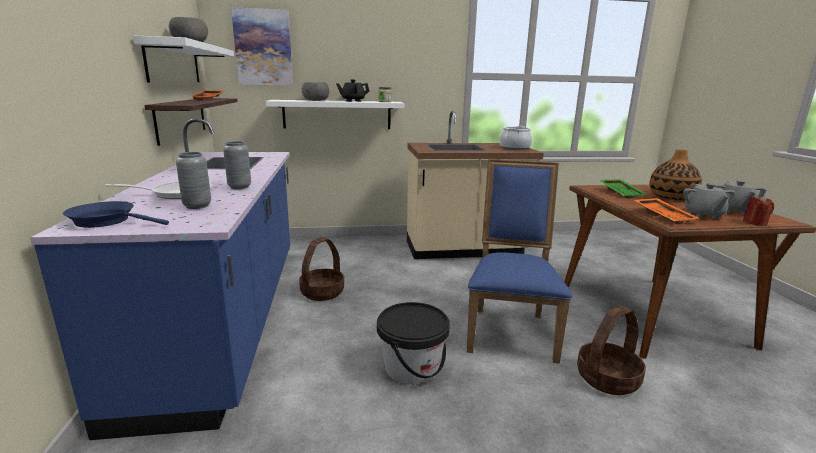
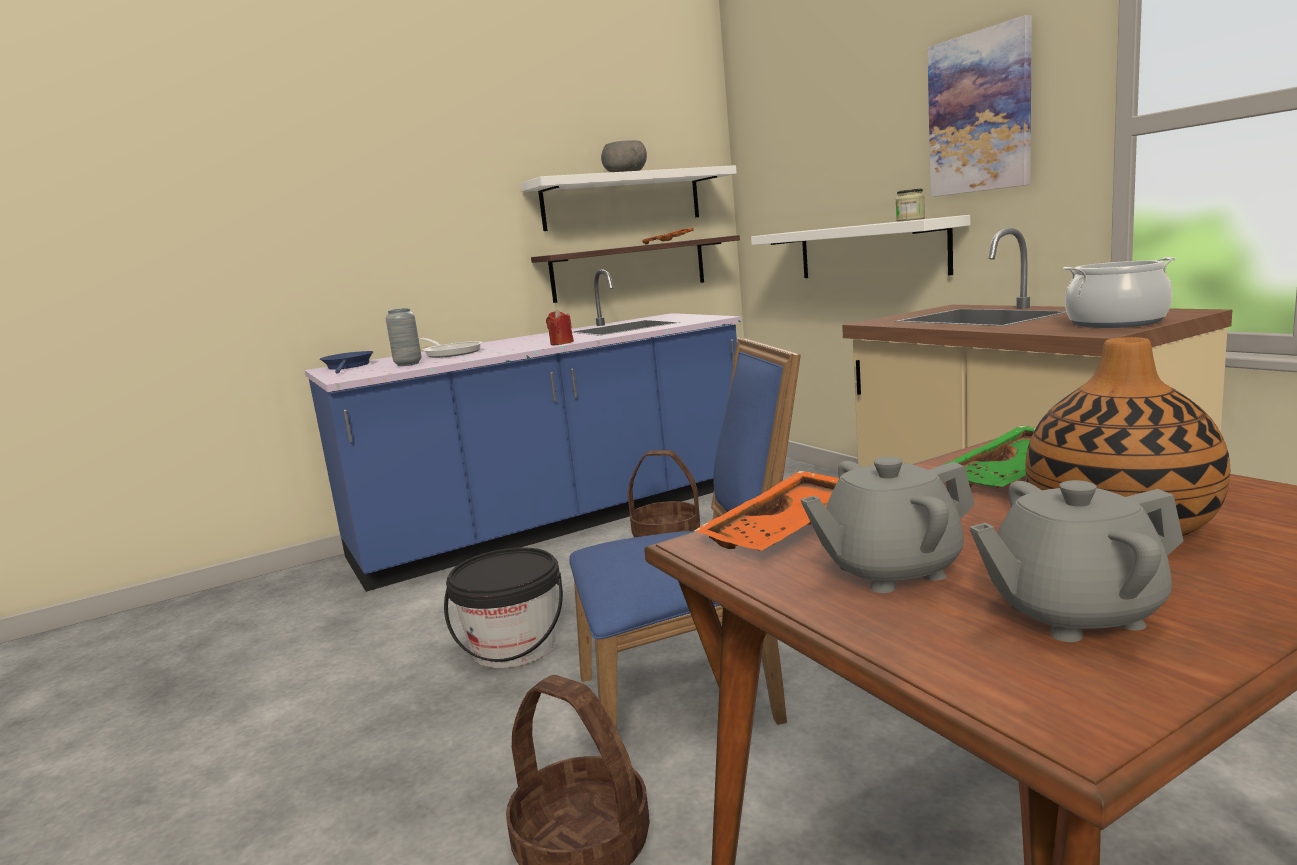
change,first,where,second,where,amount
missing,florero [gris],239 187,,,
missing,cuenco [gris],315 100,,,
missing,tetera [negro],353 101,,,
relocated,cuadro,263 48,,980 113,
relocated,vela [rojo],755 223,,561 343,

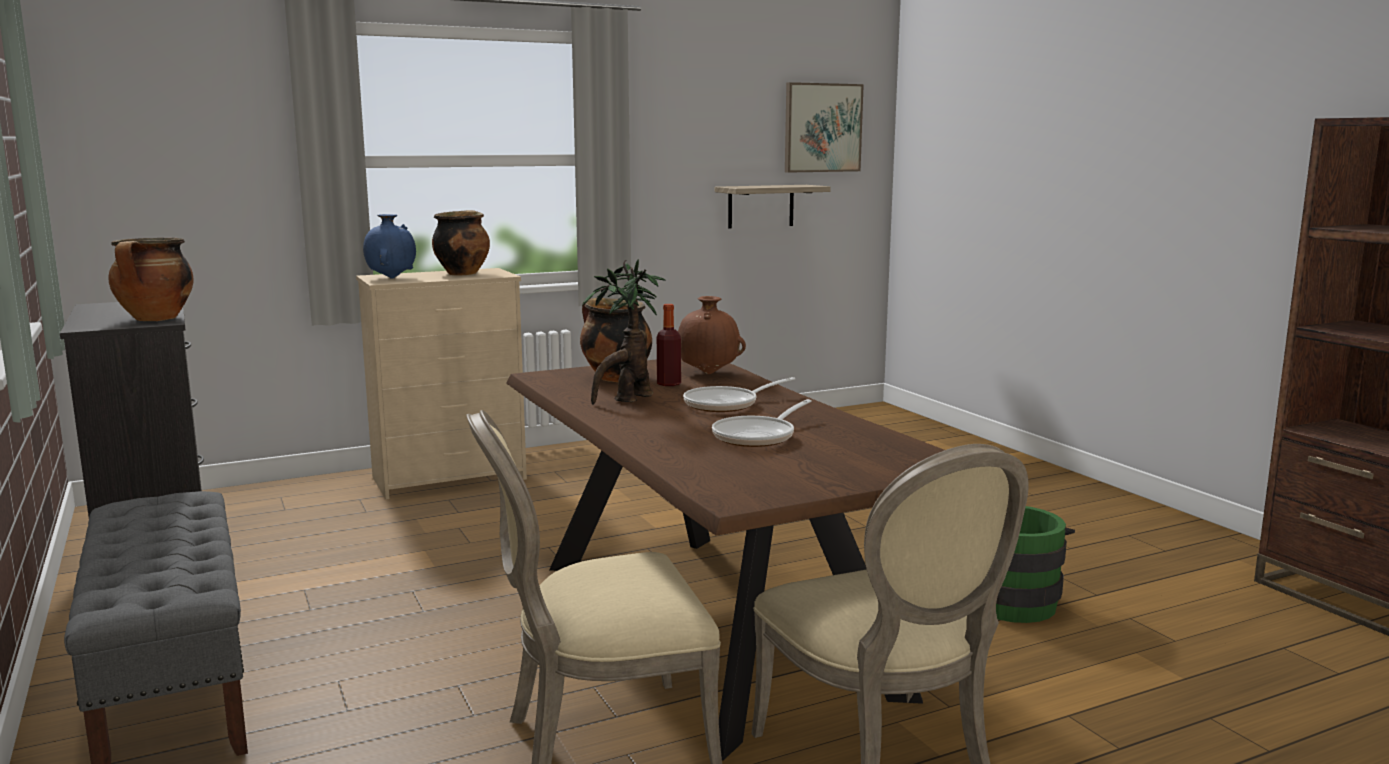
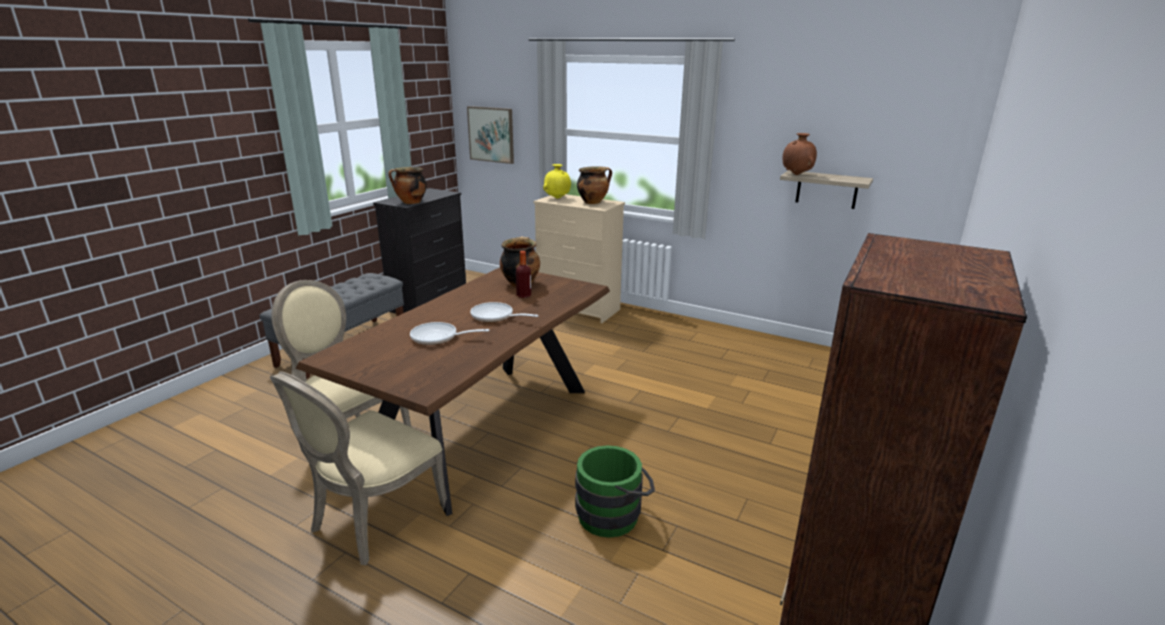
change,first,where,second,where,amount
missing,planta en maceta,627 400,,,
relocated,florero [marrón],709 373,,797 175,
relocated,cuadro,822 128,,491 134,
colour,florero [azul],391 278,florero [amarillo],557 198,

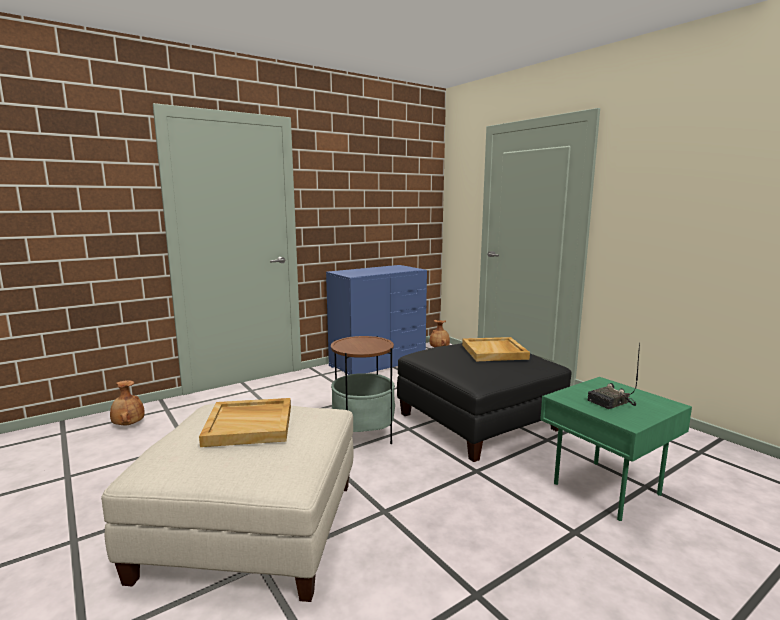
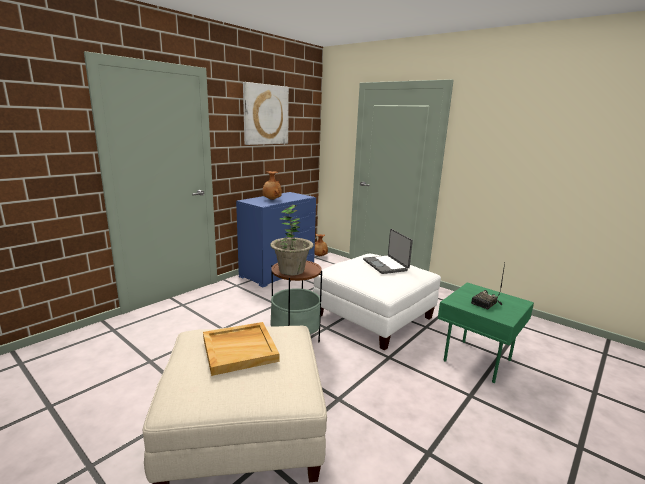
change,first,where,second,where,amount
appeared,,,cuadro,265 114,
appeared,,,planta en maceta,291 270,
relocated,florero [marrón],128 425,,271 199,
exchanged,bandeja [beis],495 352,portátil,386 265,
colour,puf [negro],478 421,puf [blanco],373 316,

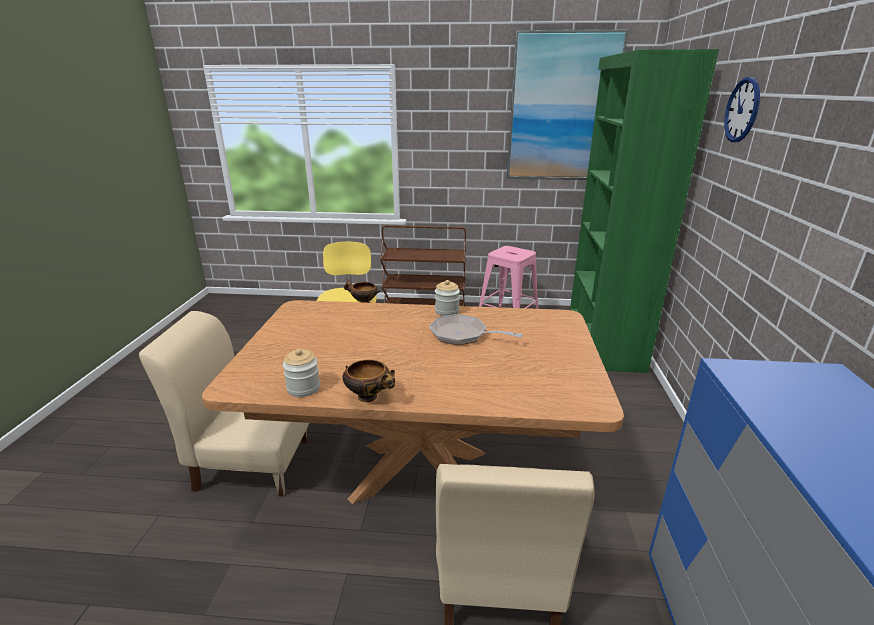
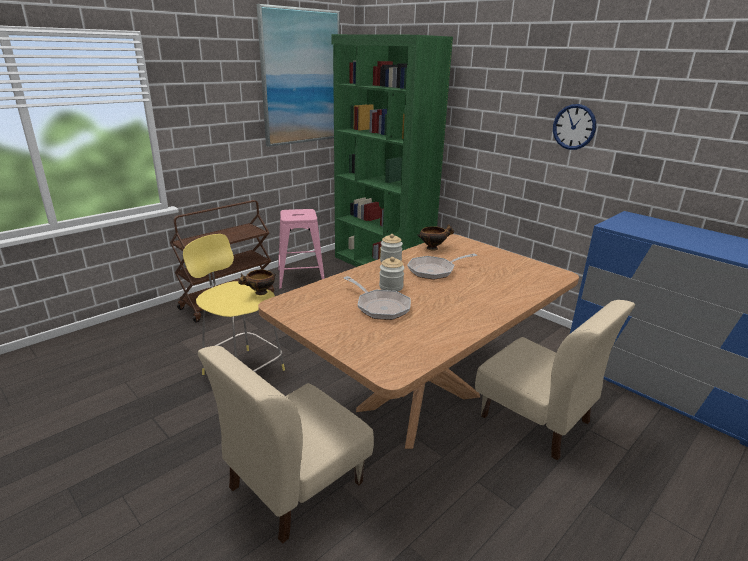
change,first,where,second,where,amount
appeared,,,sartén,380 306,
relocated,tarro,303 388,,391 287,
relocated,cuenco,369 397,,433 248,
relocated,reloj de pared,742 110,,574 127,

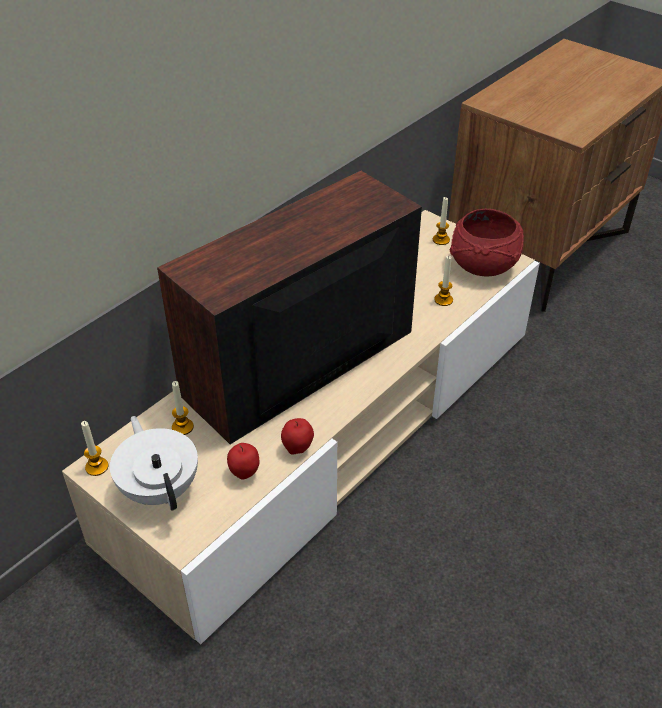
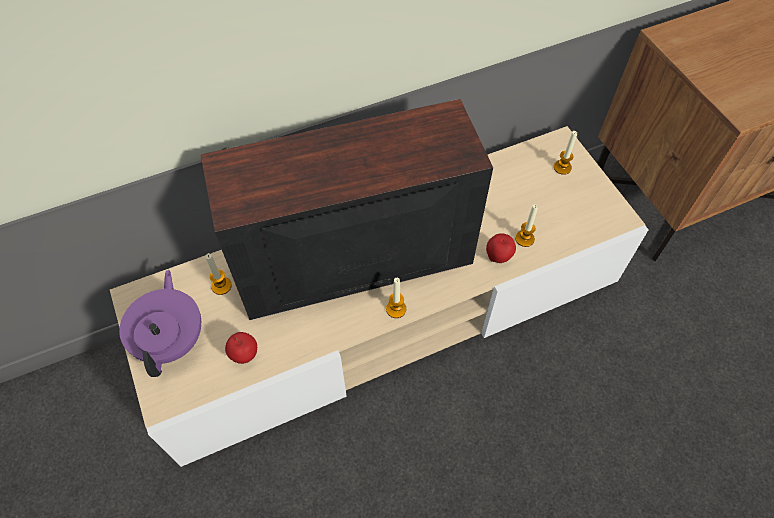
change,first,where,second,where,amount
missing,cuenco [rojo],484 266,,,
relocated,vela,97 467,,396 309,
relocated,manzana,298 449,,498 258,
colour,tetera [blanco],160 488,tetera [morado],172 339,

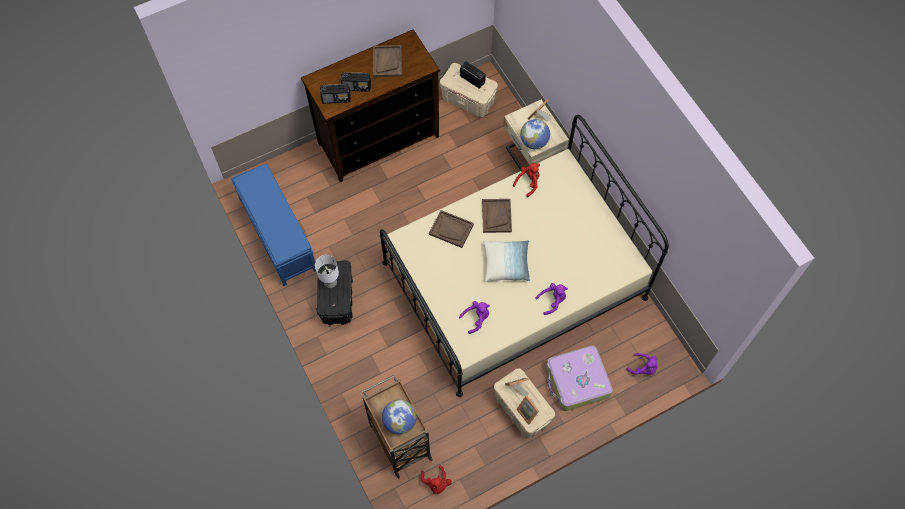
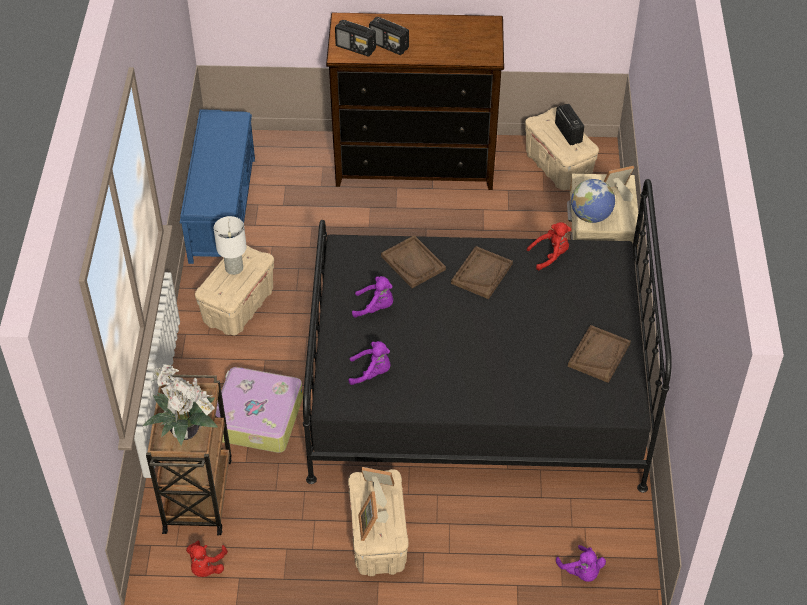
change,first,where,second,where,amount
missing,cojín,506 264,,,
relocated,bandeja [marrón],387 62,,598 355,
relocated,peluche [morado],552 301,,375 307,
relocated,maleta,577 382,,256 418,
exchanged,globo terráqueo,400 421,planta en maceta,184 430,
colour,caja de almacenaje [negro],337 300,caja de almacenaje [beis],238 306,
colour,cama [beis],514 280,cama [negro],476 385,

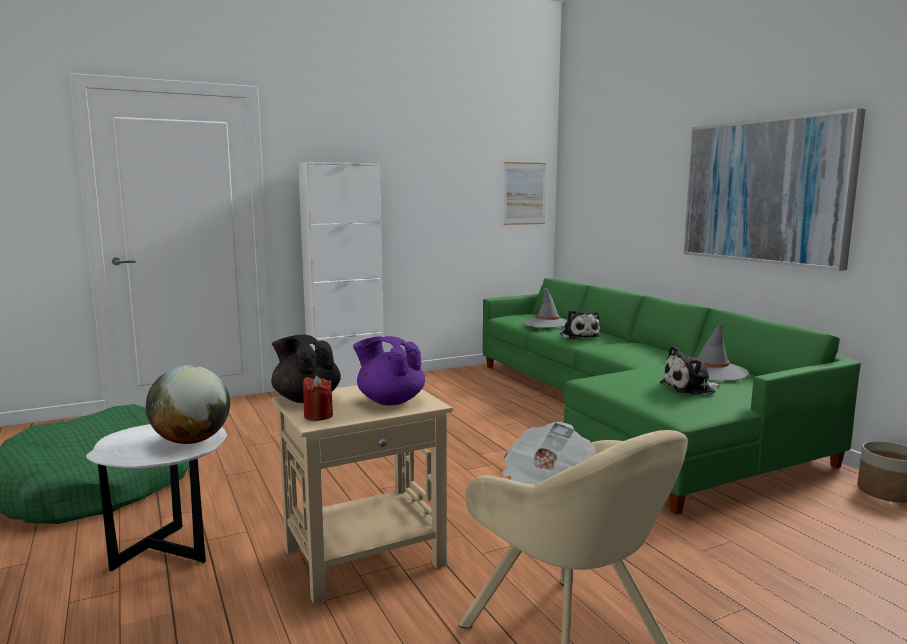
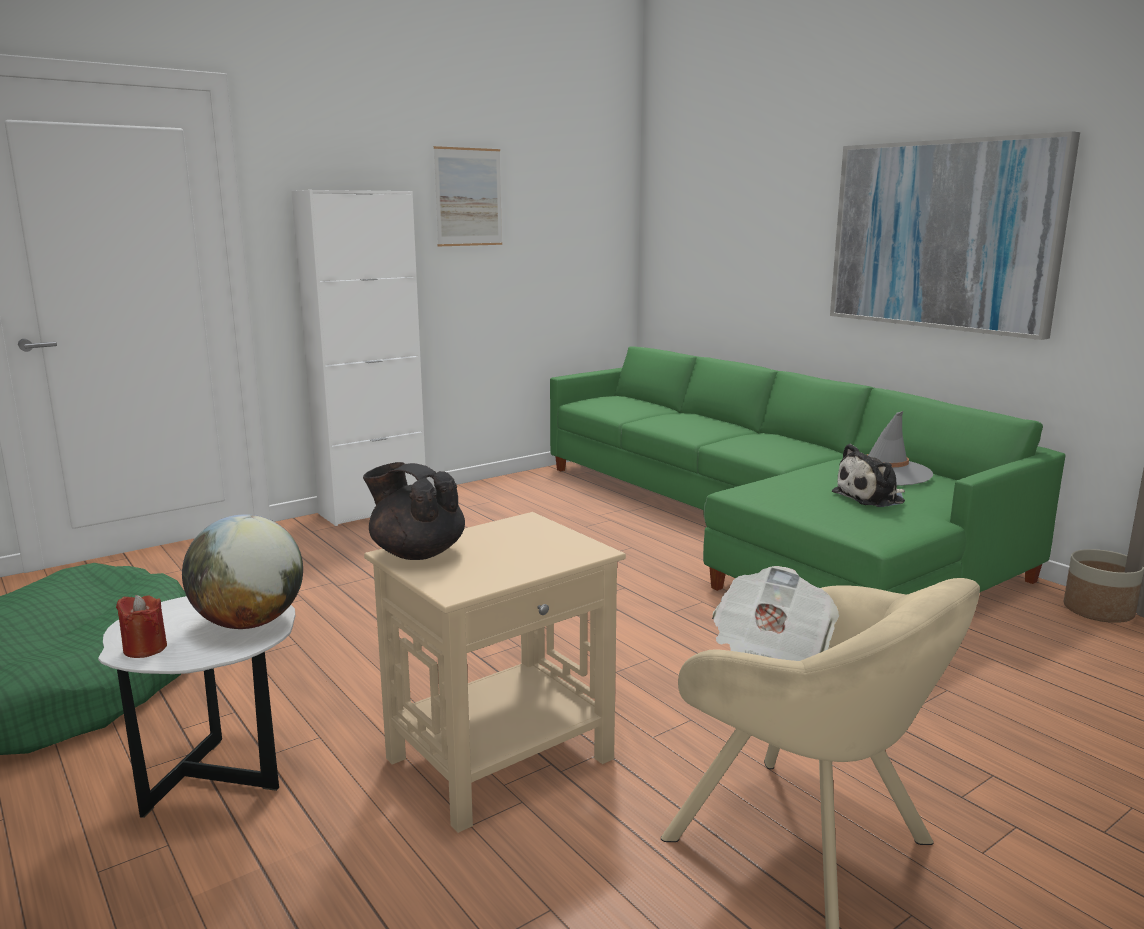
change,first,where,second,where,amount
missing,tetera [morado],390 401,,,
missing,sombrero [gris],547 324,,,
missing,peluche,578 336,,,
relocated,vela [rojo],318 416,,145 648,
relocated,cuadro,524 193,,468 197,

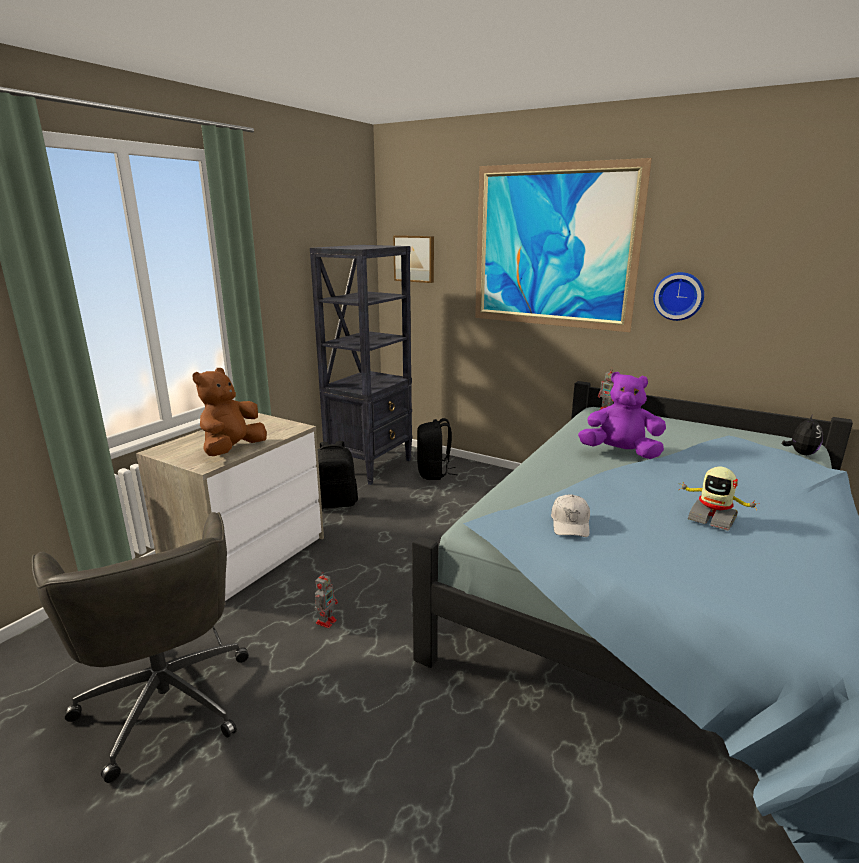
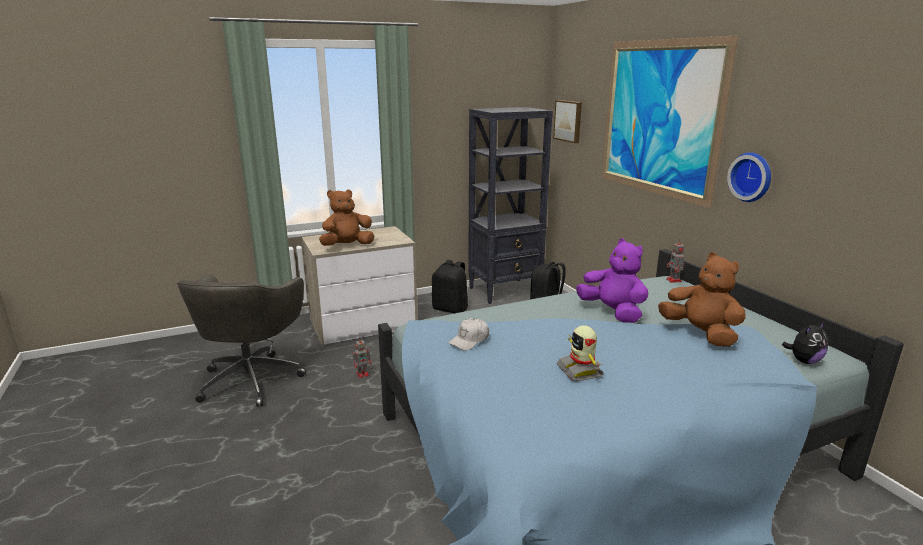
change,first,where,second,where,amount
appeared,,,peluche [marrón],700 334,

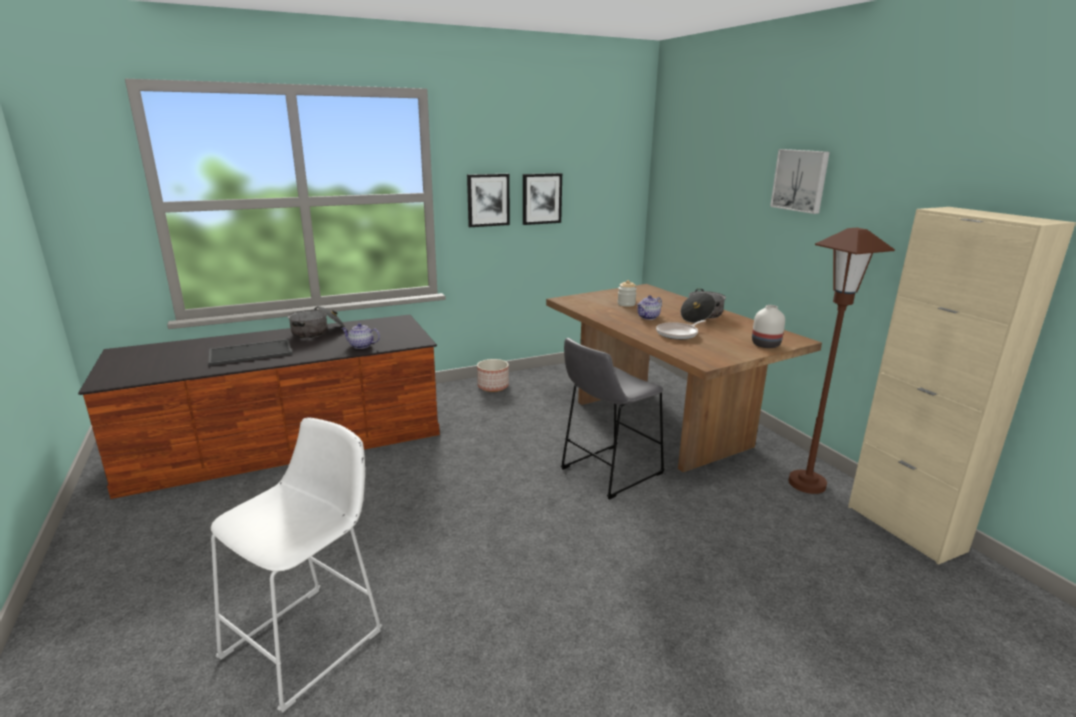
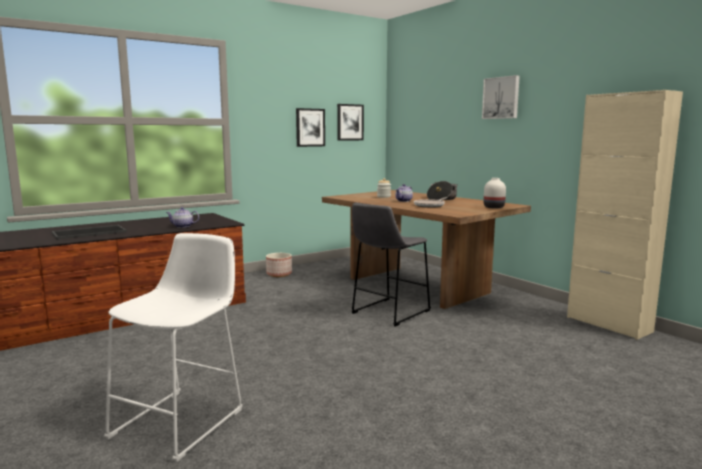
change,first,where,second,where,amount
missing,olla,318 331,,,
missing,lámpara de pie [marrón],807 484,,,
relocated,cuadro,488 200,,350 122,

